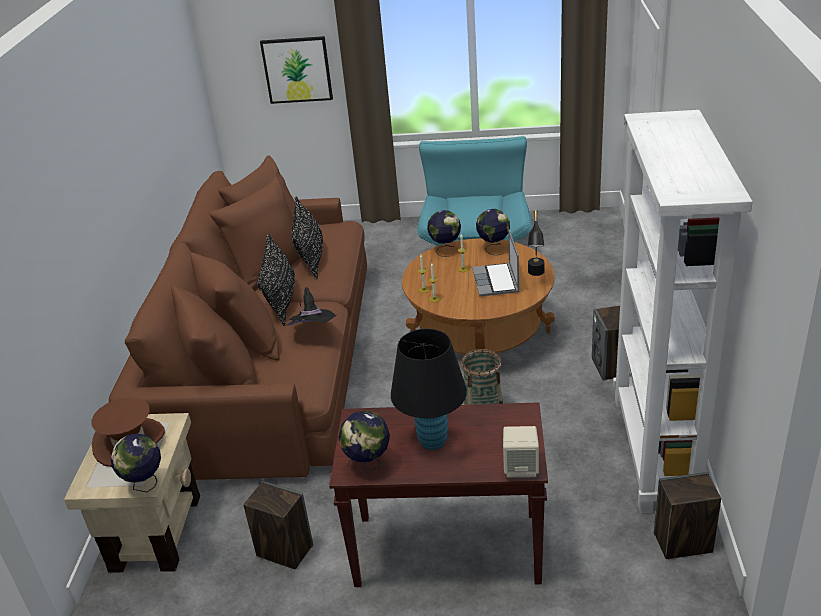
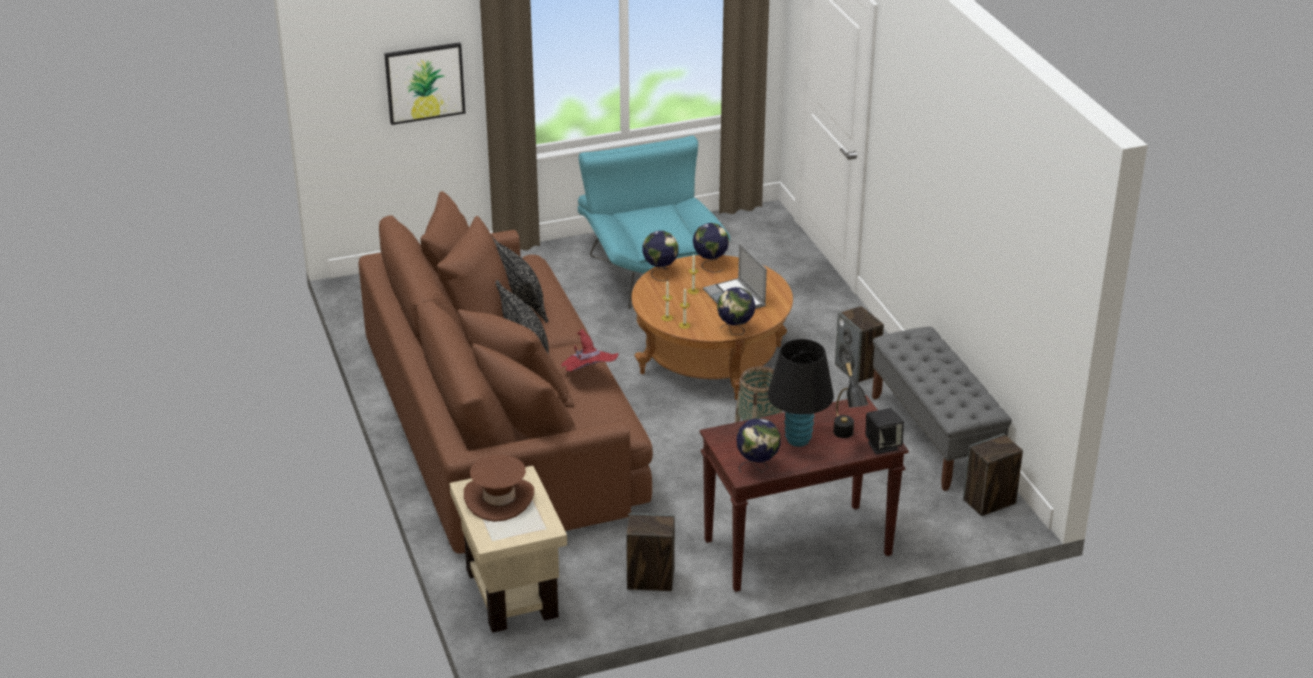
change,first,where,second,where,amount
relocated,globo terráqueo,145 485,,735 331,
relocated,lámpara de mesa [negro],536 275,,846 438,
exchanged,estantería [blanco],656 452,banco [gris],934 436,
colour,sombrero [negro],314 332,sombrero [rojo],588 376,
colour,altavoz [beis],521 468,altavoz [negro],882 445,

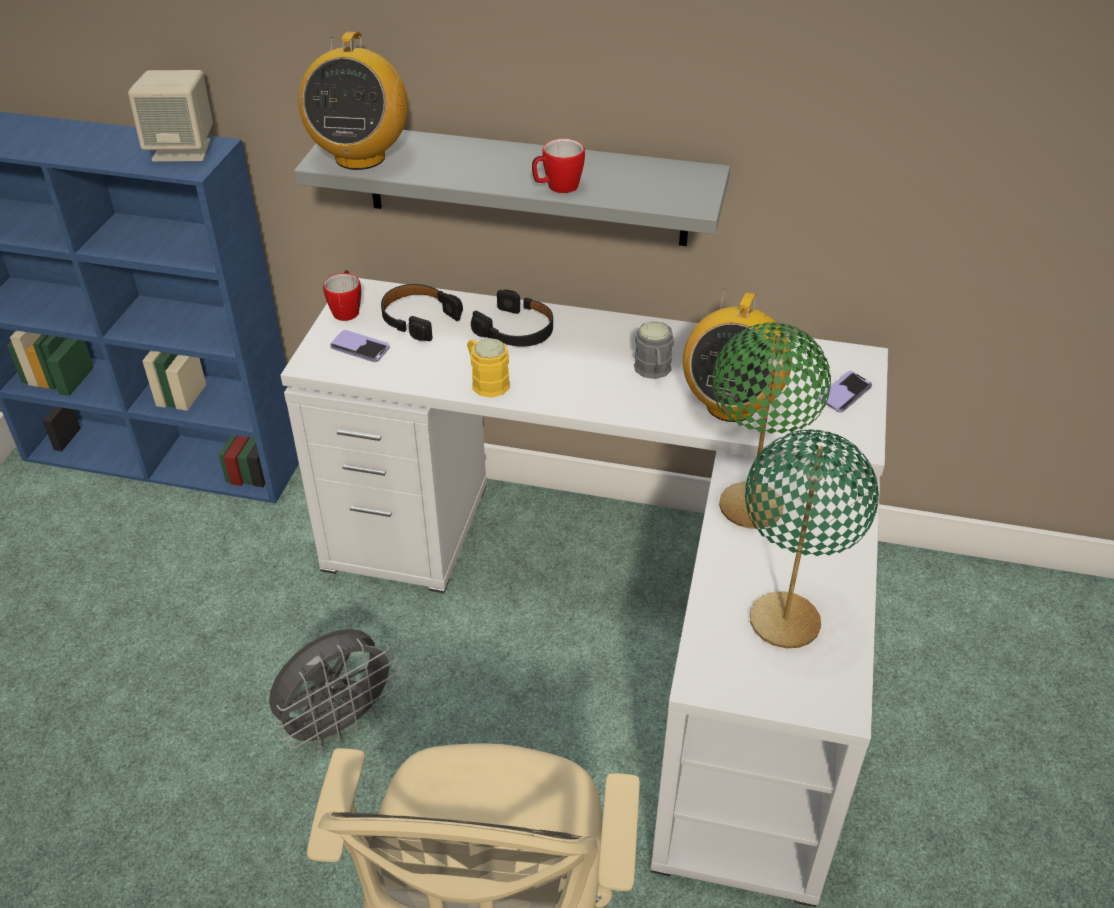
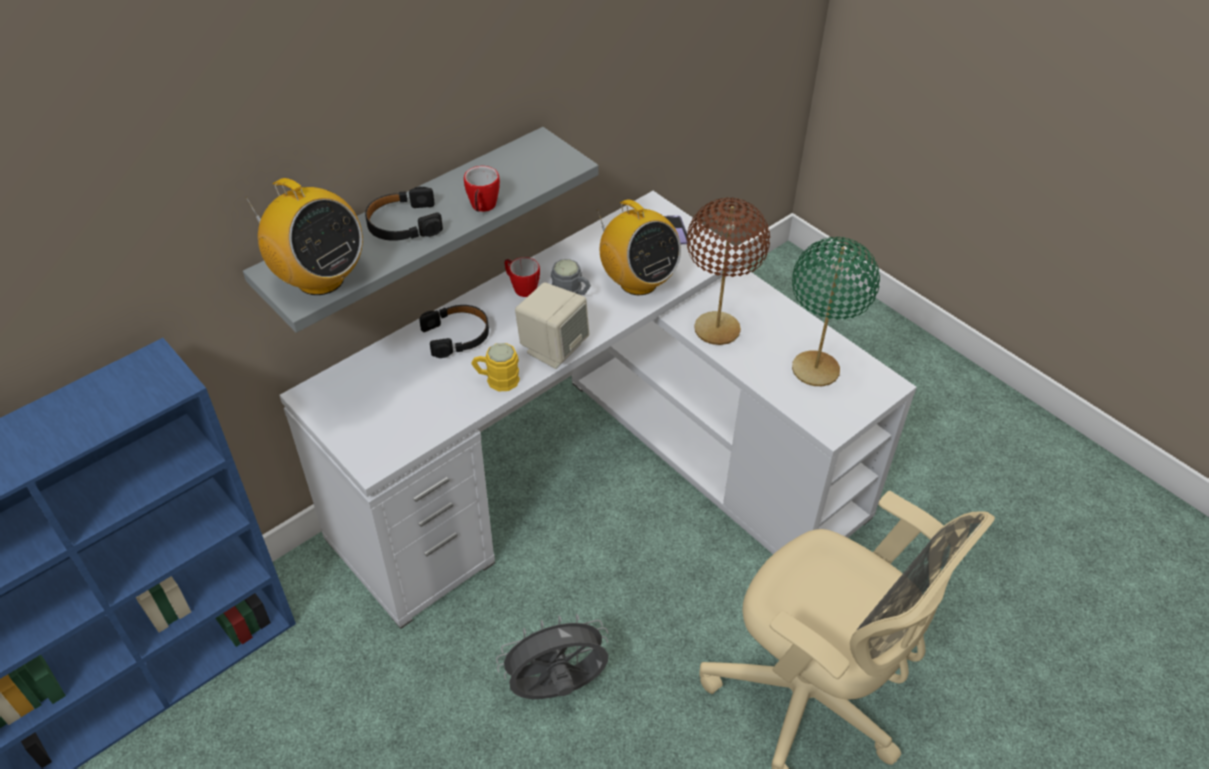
change,first,where,second,where,amount
missing,móvil,360 348,,,
relocated,altavoz [beis],183 150,,553 348,
relocated,taza grande,347 310,,521 287,
relocated,auriculares [negro],418 318,,403 224,
colour,lámpara de mesa [verde],751 506,lámpara de mesa [marrón],717 329,
spun,ventilador [gris],339 724,,557 689,105 degrees counterclockwise

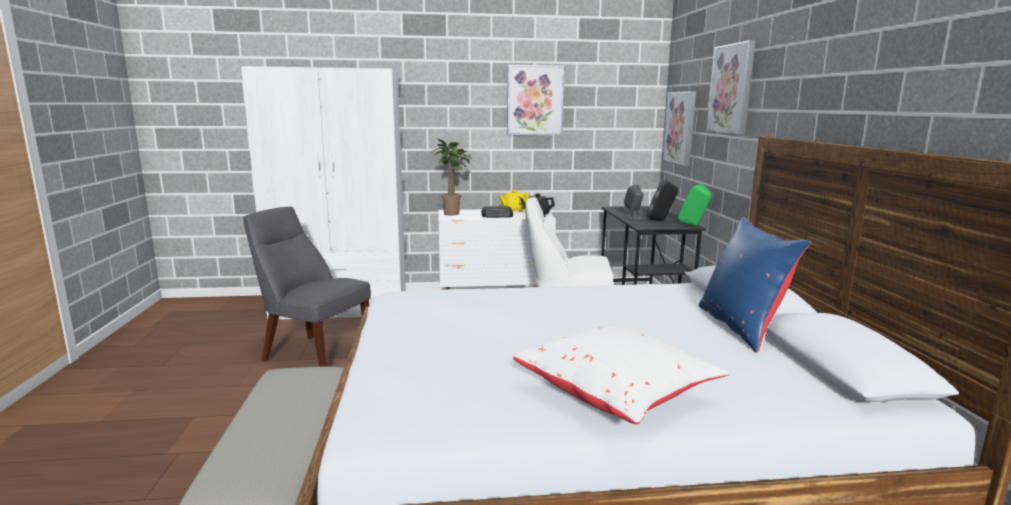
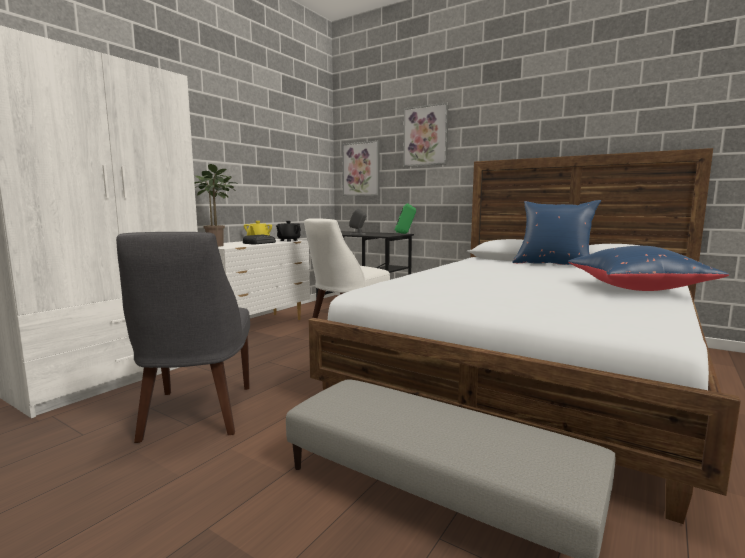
change,first,where,second,where,amount
missing,cuadro,534 100,,,
missing,altavoz [negro],660 220,,,
colour,cojín [blanco],617 395,cojín [azul],636 288,
spun,silla [gris],313 355,,196 415,75 degrees counterclockwise

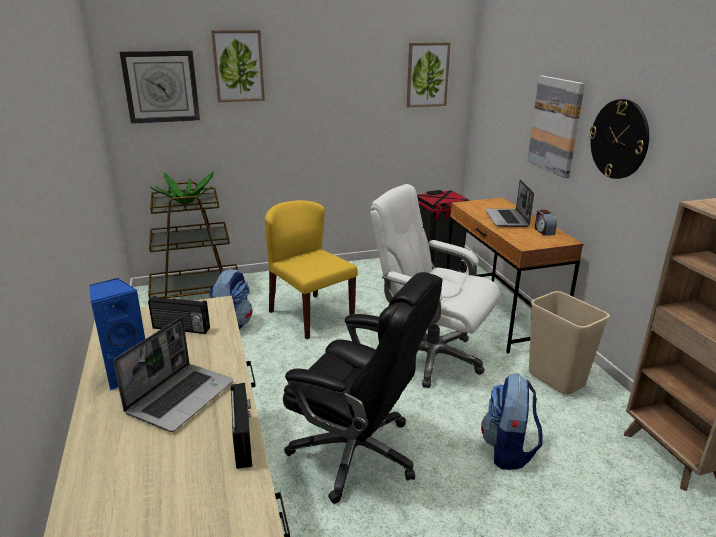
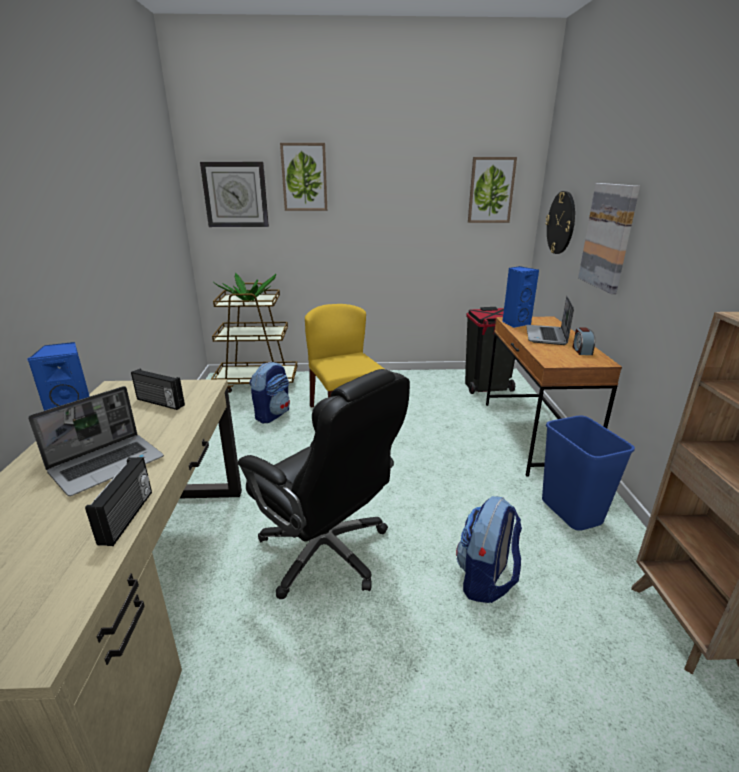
change,first,where,second,where,amount
missing,silla de oficina [blanco],430 357,,,
appeared,,,altavoz [azul],515 323,
relocated,reloj de pared,619 139,,561 223,
colour,papelera [beis],557 379,papelera [azul],572 512,

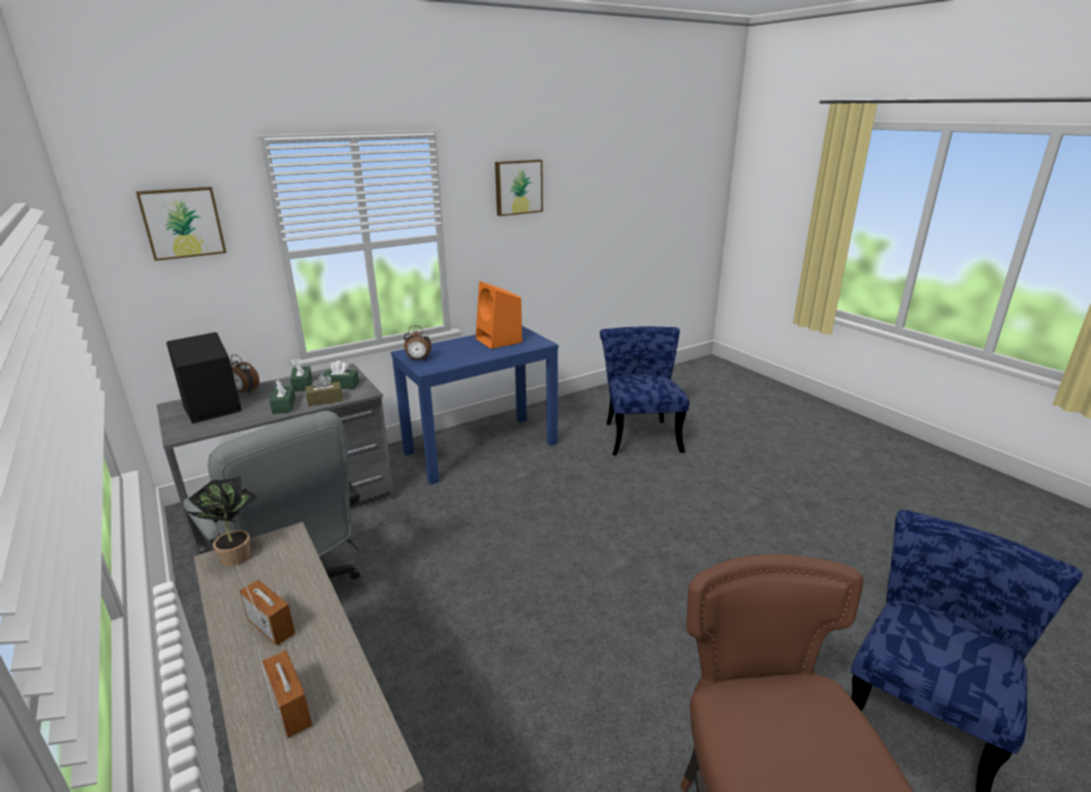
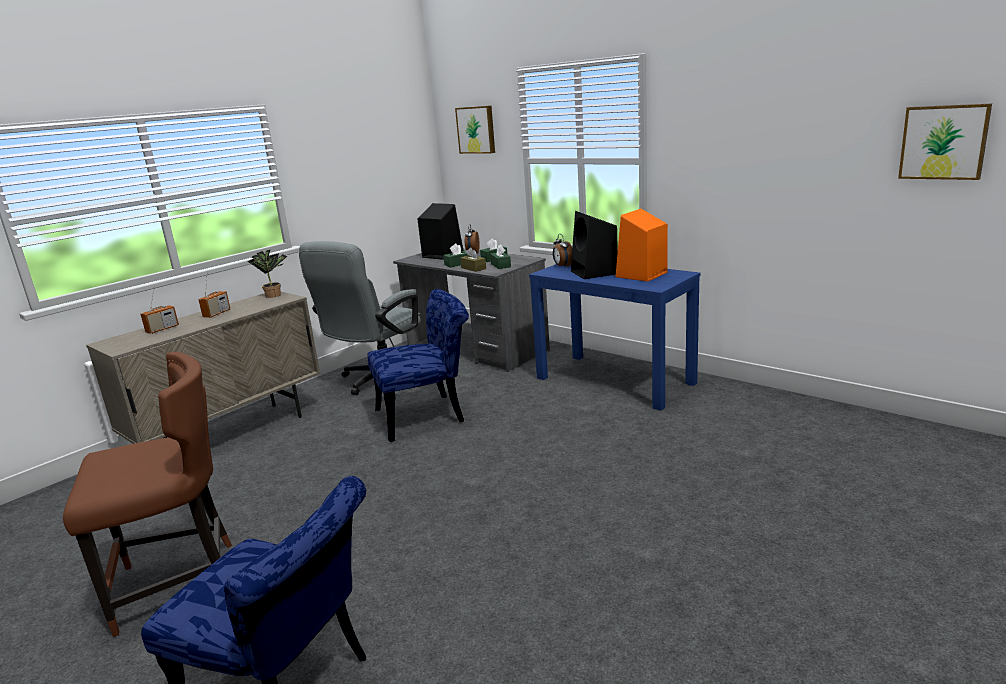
change,first,where,second,where,amount
appeared,,,altavoz [negro],595 273,
relocated,cuadro,518 187,,944 142,
relocated,silla [azul],640 434,,428 415,

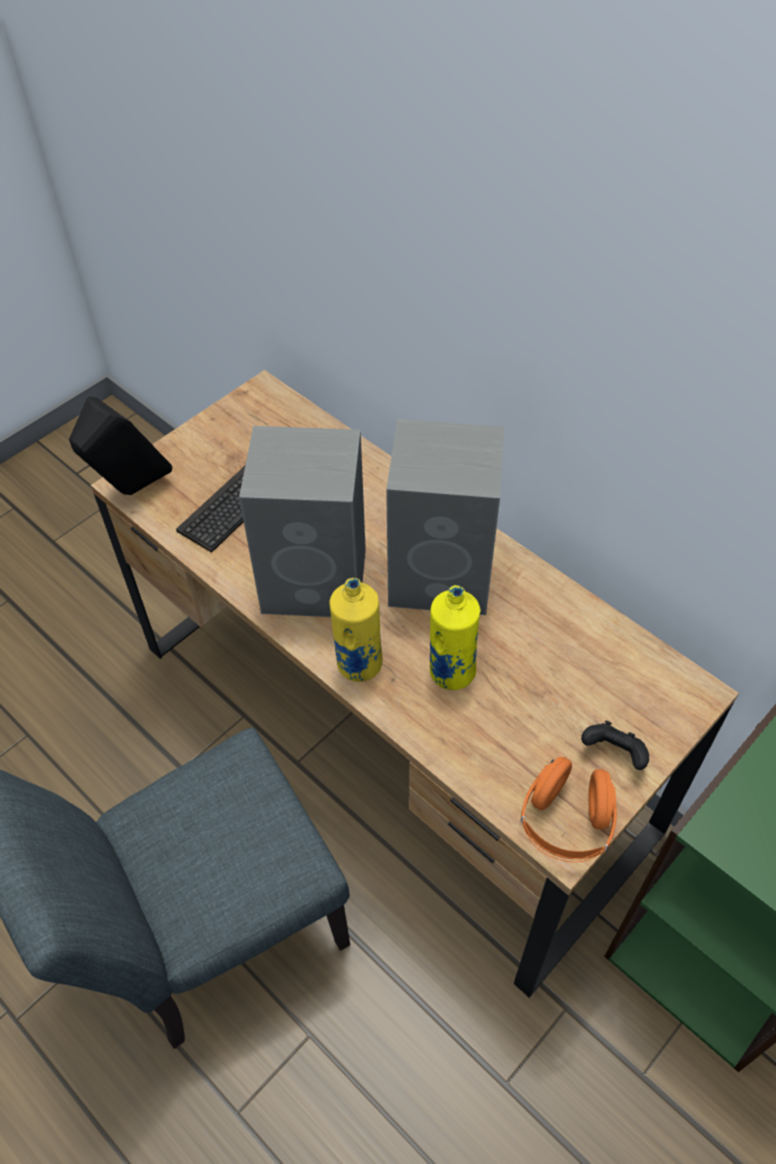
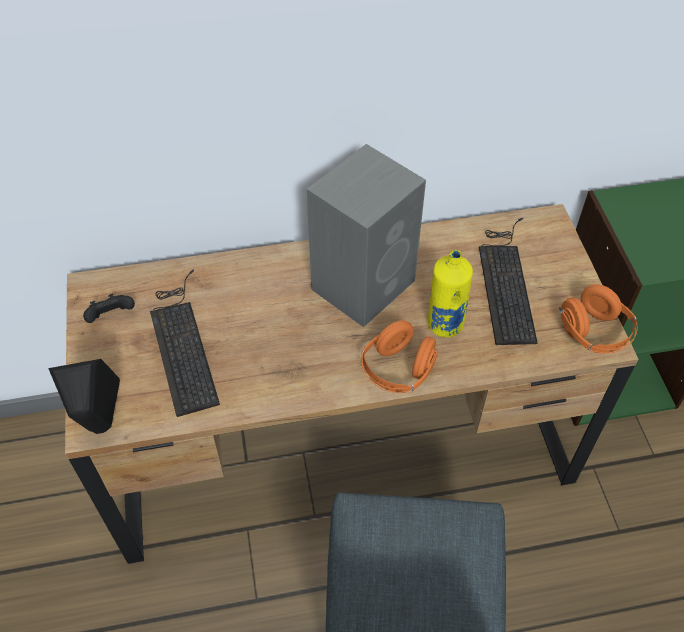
change,first,where,second,where,amount
missing,altavoz [gris],317 581,,,
appeared,,,teclado,506 281,
relocated,mando de consola [negro],613 753,,111 317,
exchanged,botella [amarillo],358 664,auriculares [naranja],397 370,

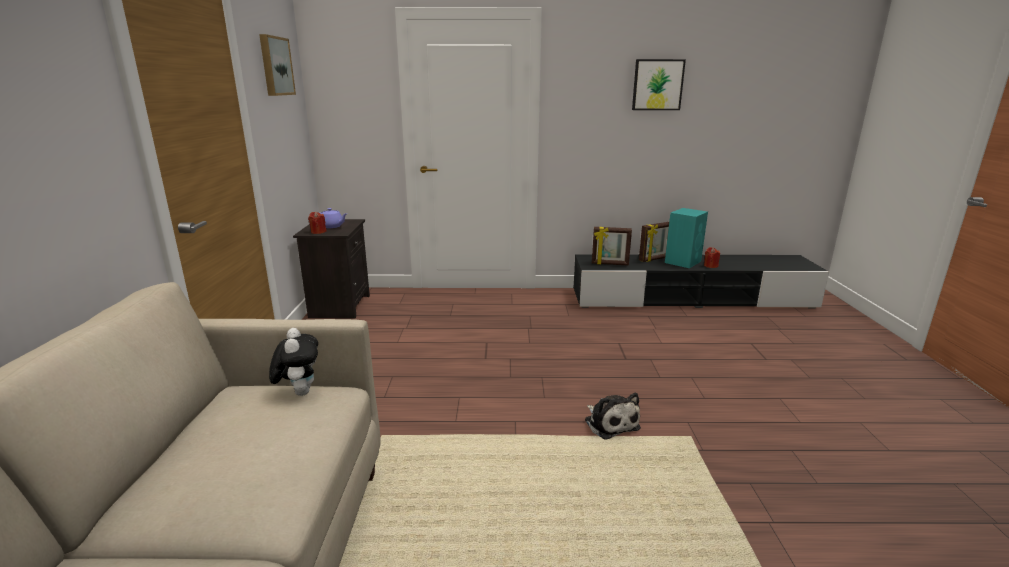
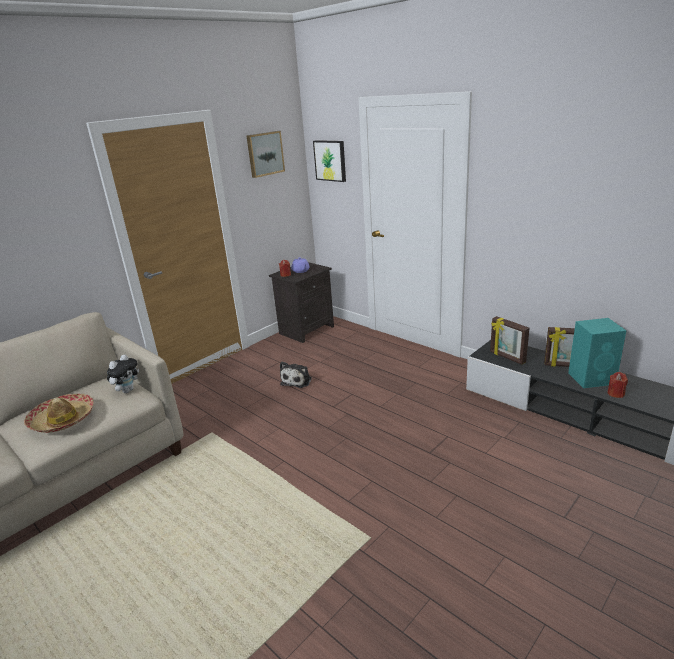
change,first,where,second,where,amount
appeared,,,sombrero,62 420,
relocated,peluche,610 423,,297 380,
relocated,cuadro,657 85,,330 160,

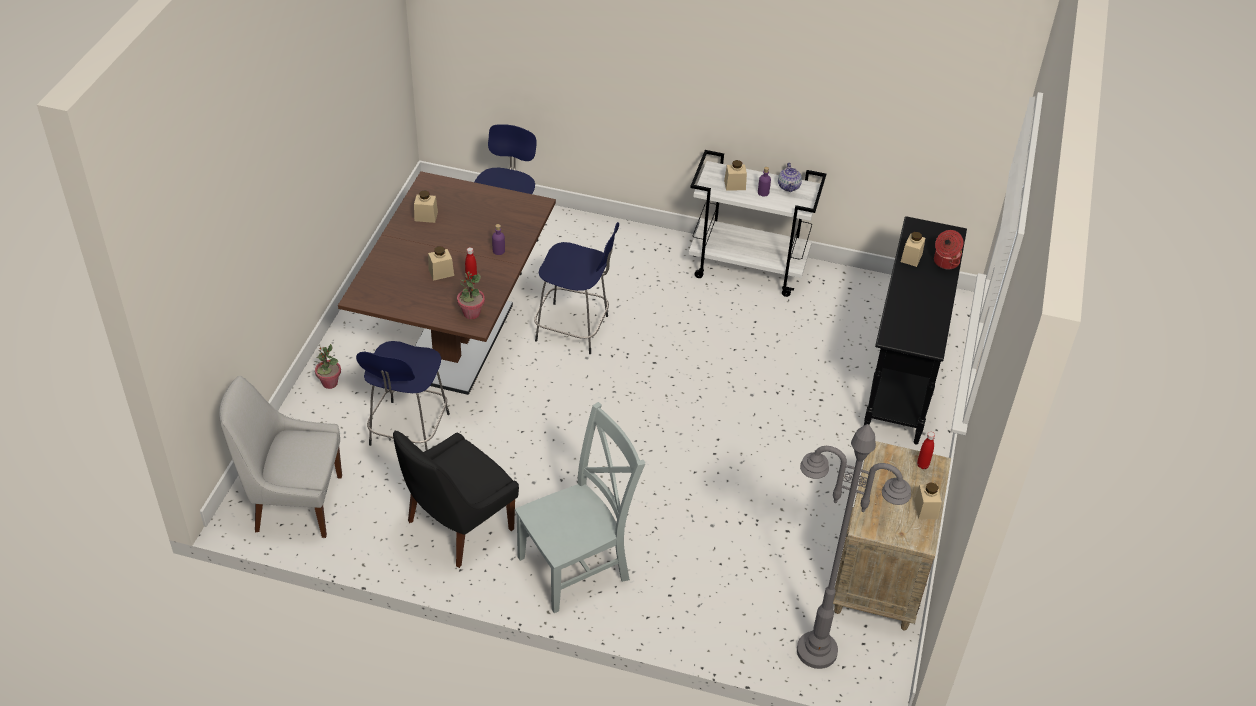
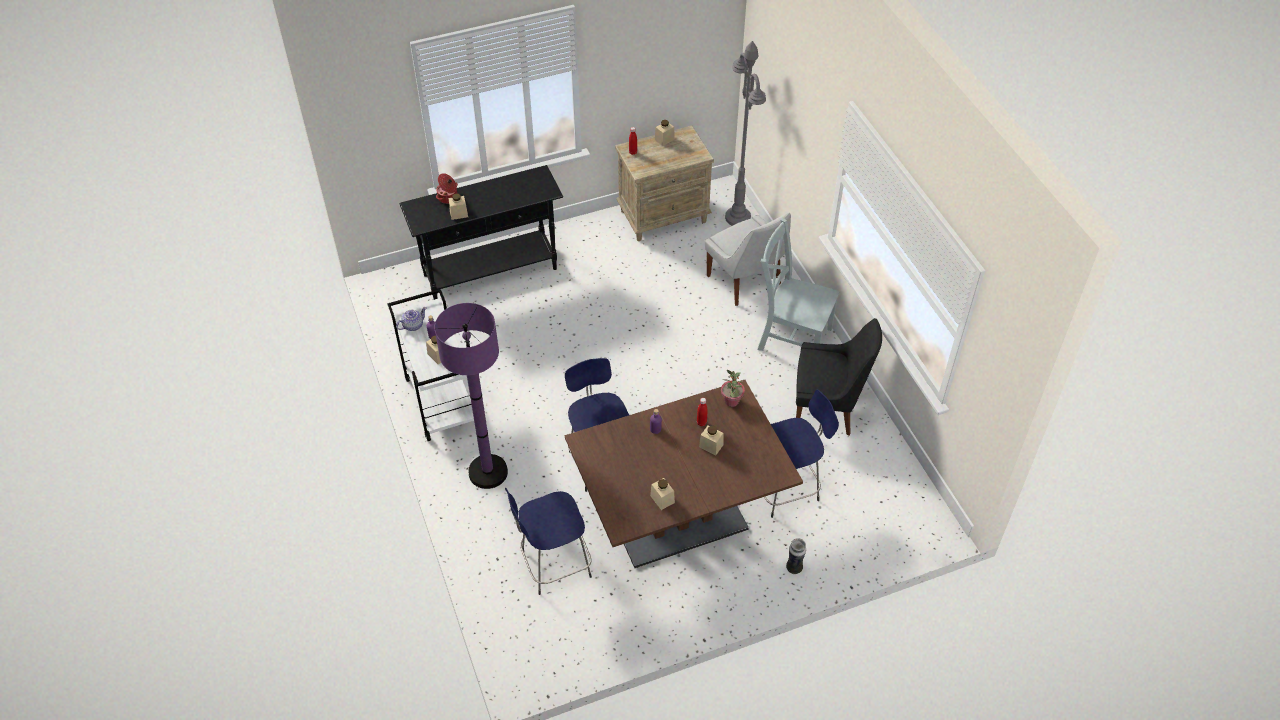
change,first,where,second,where,amount
appeared,,,lámpara de pie [morado],488 472,
relocated,silla [blanco],294 503,,745 281,
exchanged,planta en maceta,329 383,florero,794 568,

